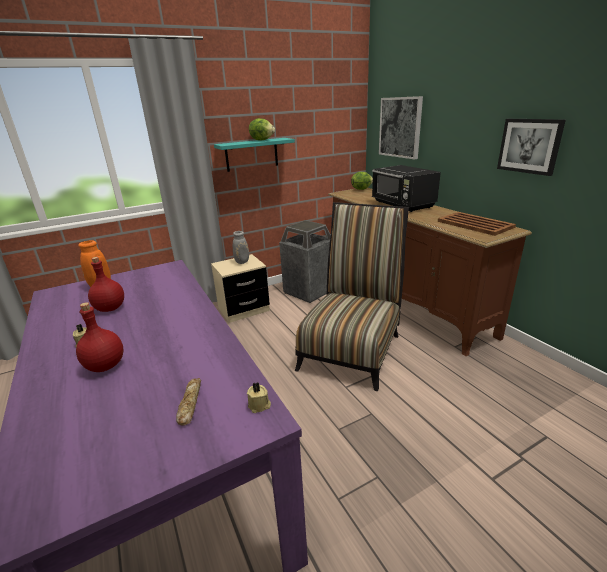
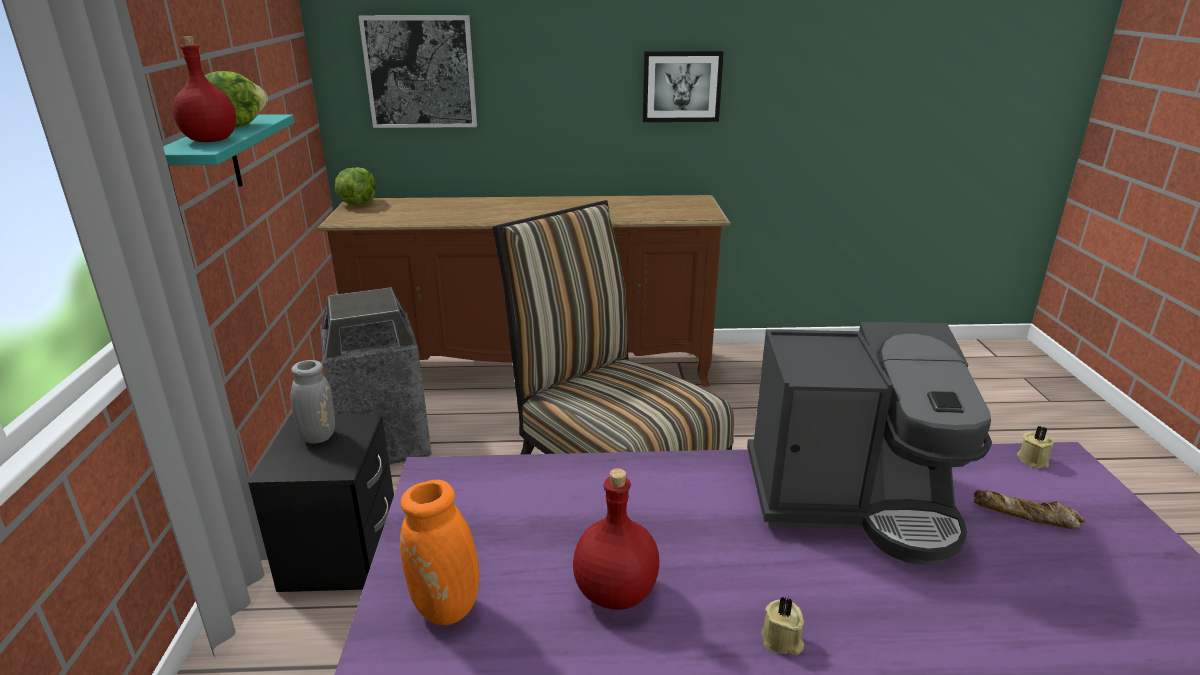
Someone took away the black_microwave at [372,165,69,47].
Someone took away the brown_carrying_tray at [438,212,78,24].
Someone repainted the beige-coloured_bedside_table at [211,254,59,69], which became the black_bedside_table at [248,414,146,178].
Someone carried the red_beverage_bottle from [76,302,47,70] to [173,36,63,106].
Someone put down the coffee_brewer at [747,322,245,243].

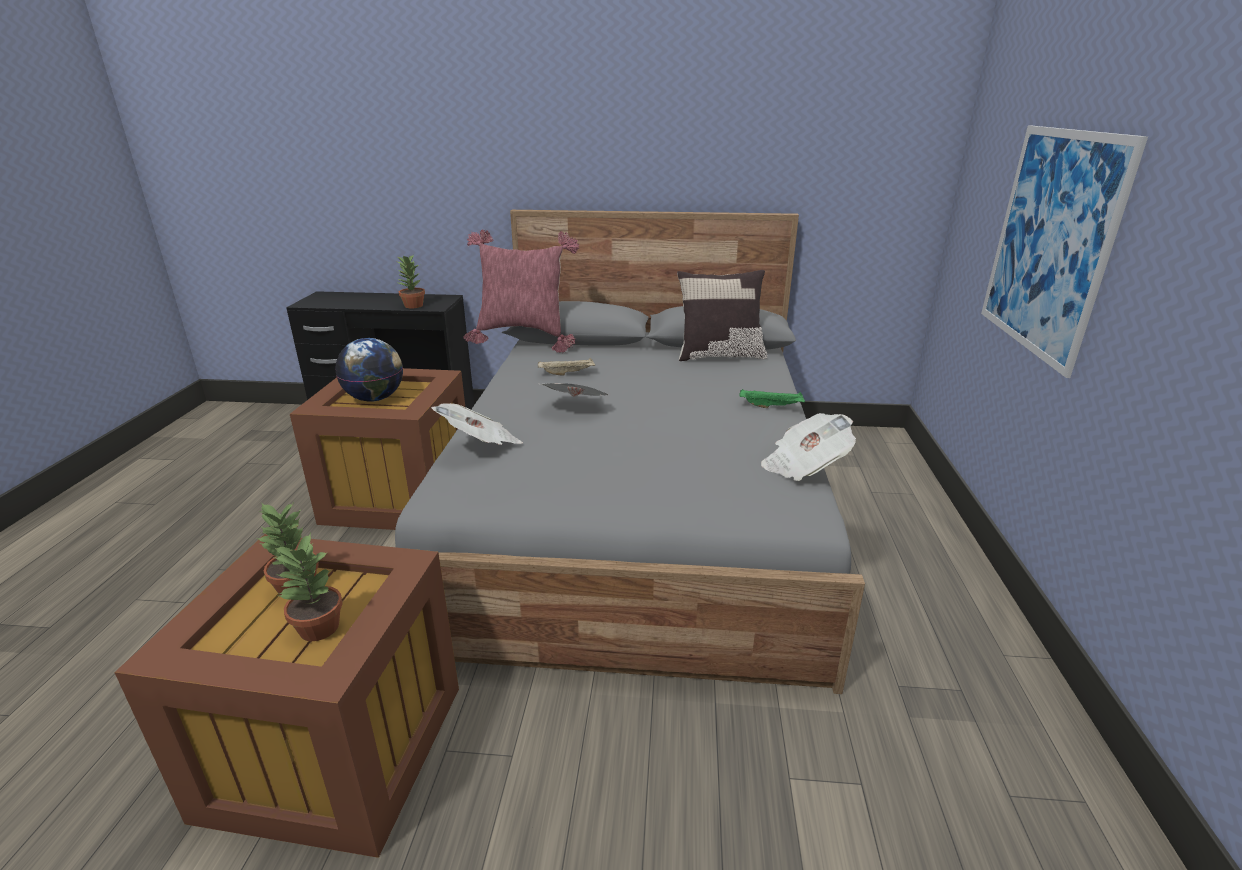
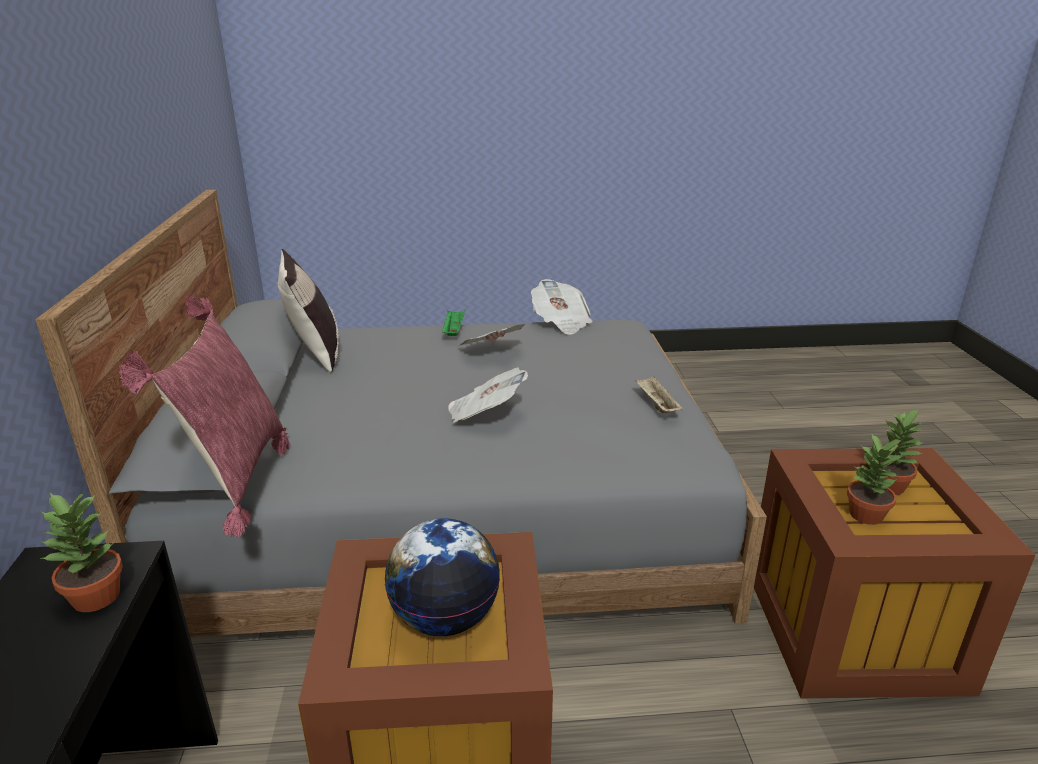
Someone took away the picture at [981,126,167,252].
Someone carried the beige-coloured_carrying_tray from [538,358,58,17] to [635,377,49,36].
Someone carried the printed_paper from [431,403,92,42] to [459,324,67,22].

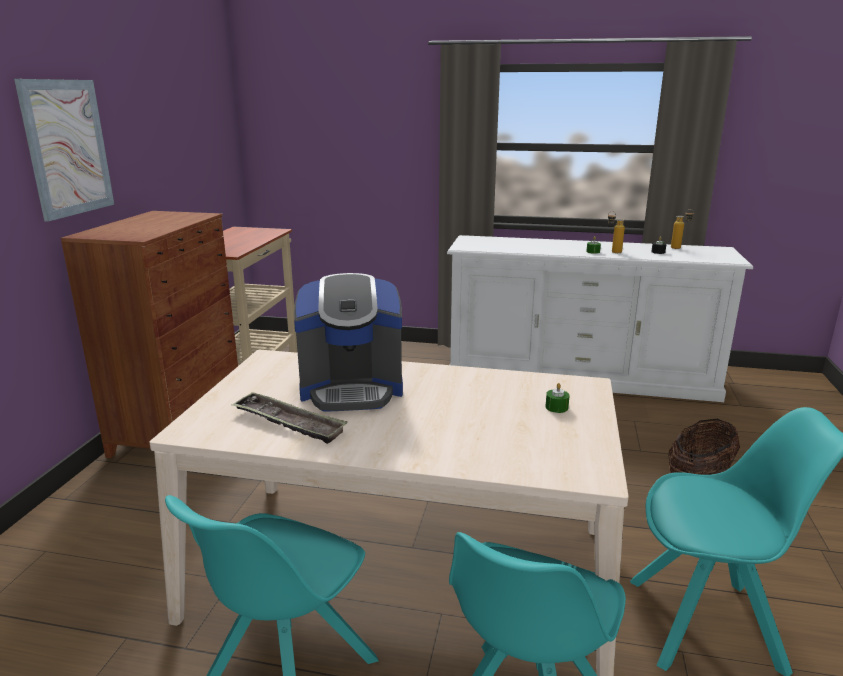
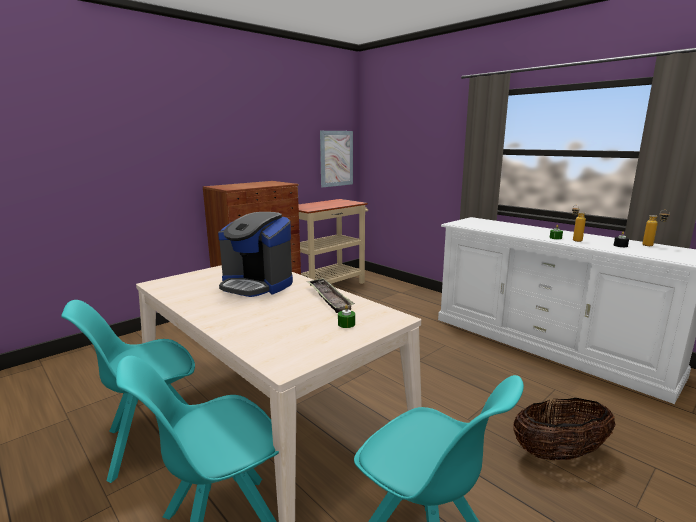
Someone carried the picture from [14,79,100,143] to [320,131,33,57].
Someone carried the carrying_tray from [231,392,117,52] to [307,278,48,35].

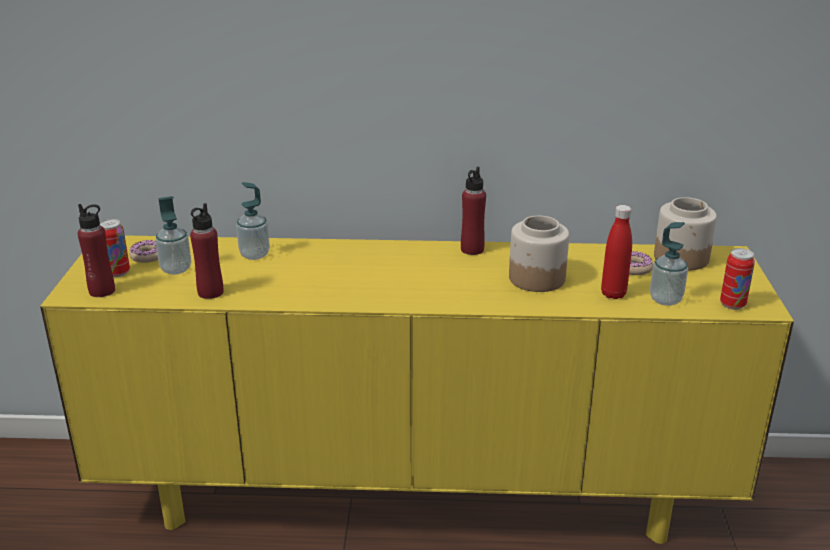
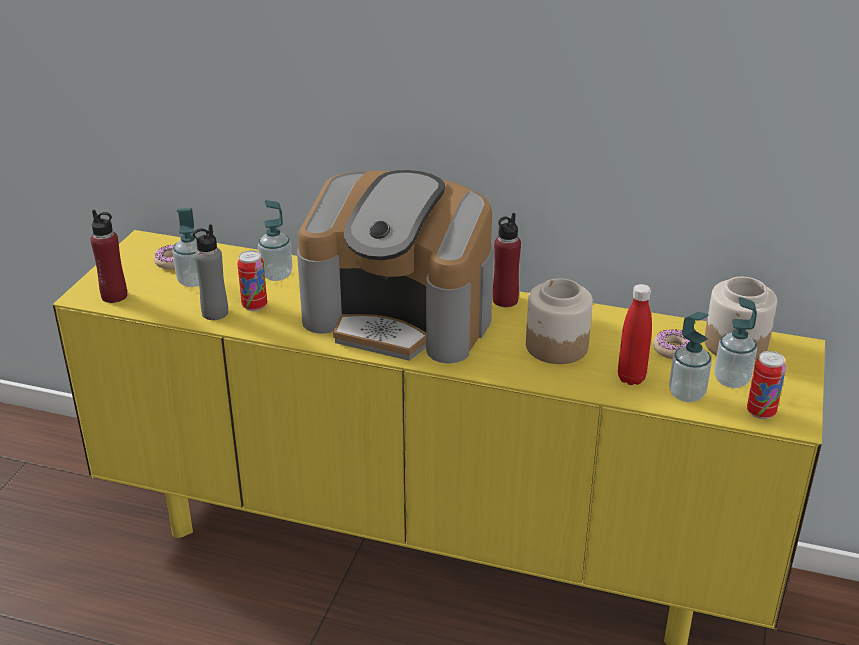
Someone repainted the red_beverage_bottle at [190,203,33,96], which became the greyish_beverage_bottle at [193,224,35,96].
Someone carried the can from [100,219,30,58] to [237,250,30,61].
Someone put down the coffee_brewer at [297,170,197,194].
Someone put down the soap_dispenser at [714,297,43,91].

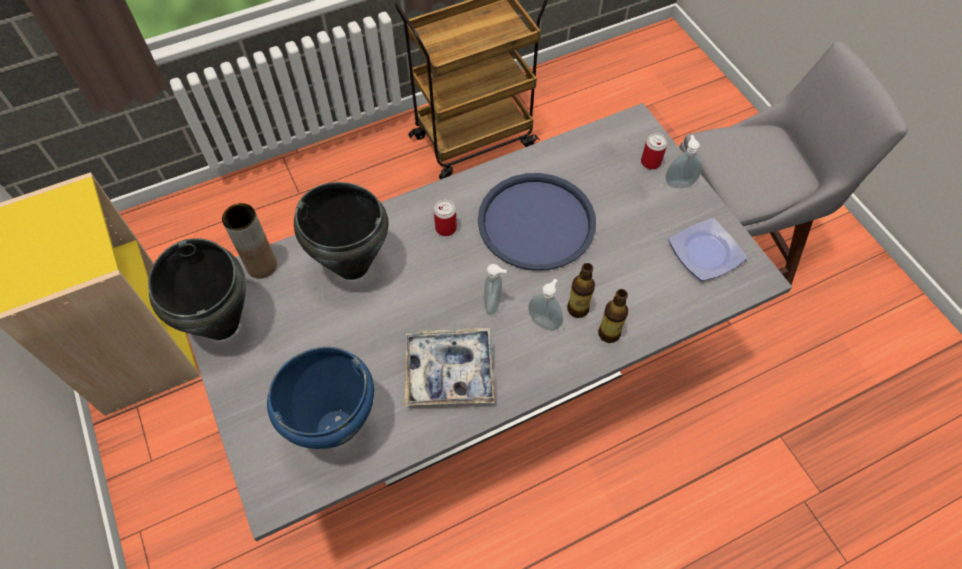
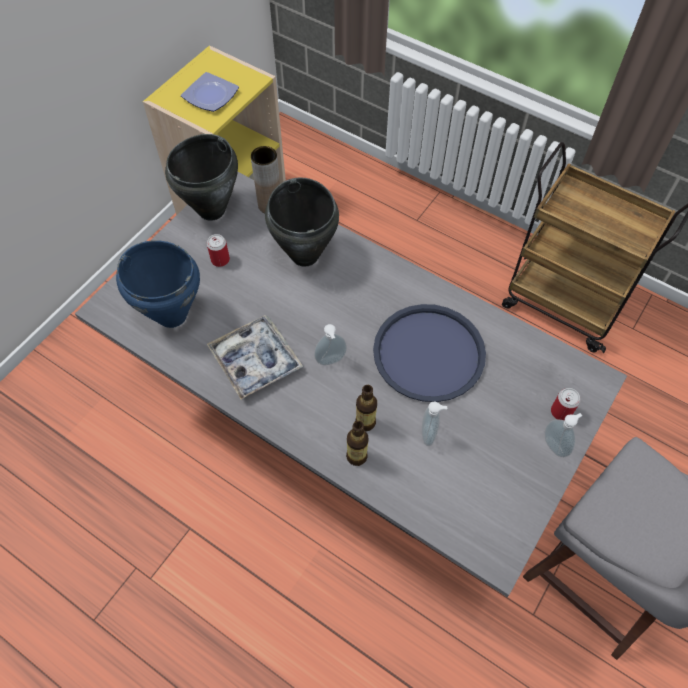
Someone carried the can from [434,200,23,36] to [207,234,23,33].
Someone carried the dinner_plate from [669,218,78,63] to [181,72,58,40].
Someone carried the soap_dispenser from [528,279,35,52] to [422,401,25,45].

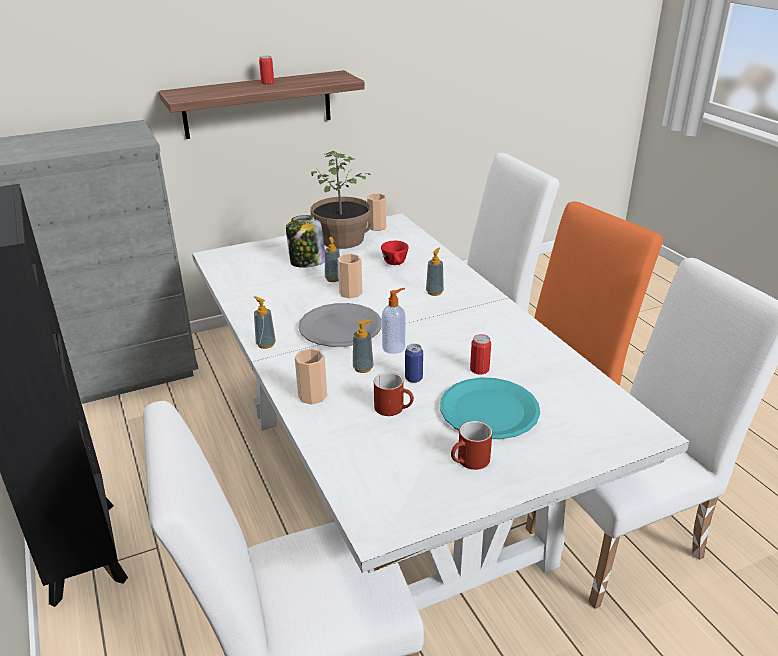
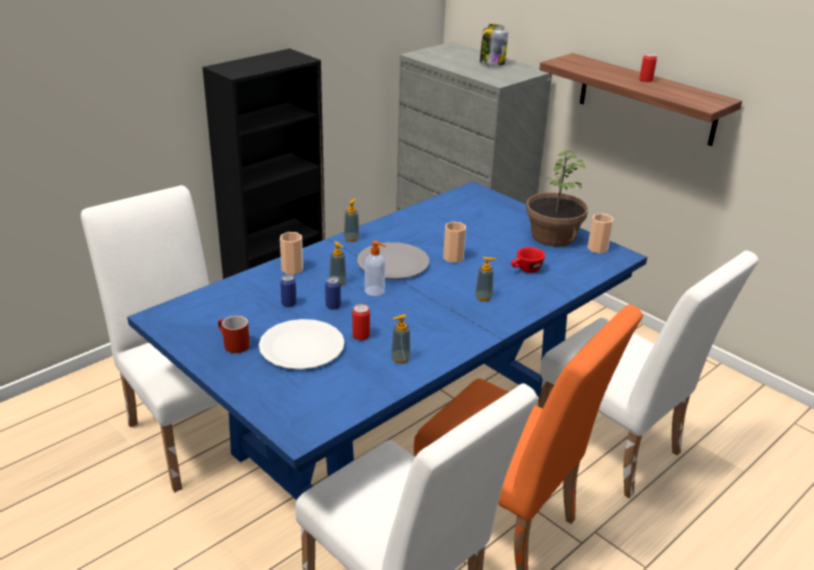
Someone repainted the whitish_kitchen_table at [192,213,497,398], which became the bluish_kitchen_table at [127,181,520,319].
Someone carried the jar from [286,215,39,53] to [480,24,28,42].
Someone carried the soap_dispenser from [325,237,15,45] to [391,314,20,50].
Someone swapped the red_coffee_mug at [374,372,40,44] for the can at [280,274,17,33].
Someone repainted the turquoise_dinner_plate at [440,377,100,62], which became the whitish_dinner_plate at [259,319,86,50].

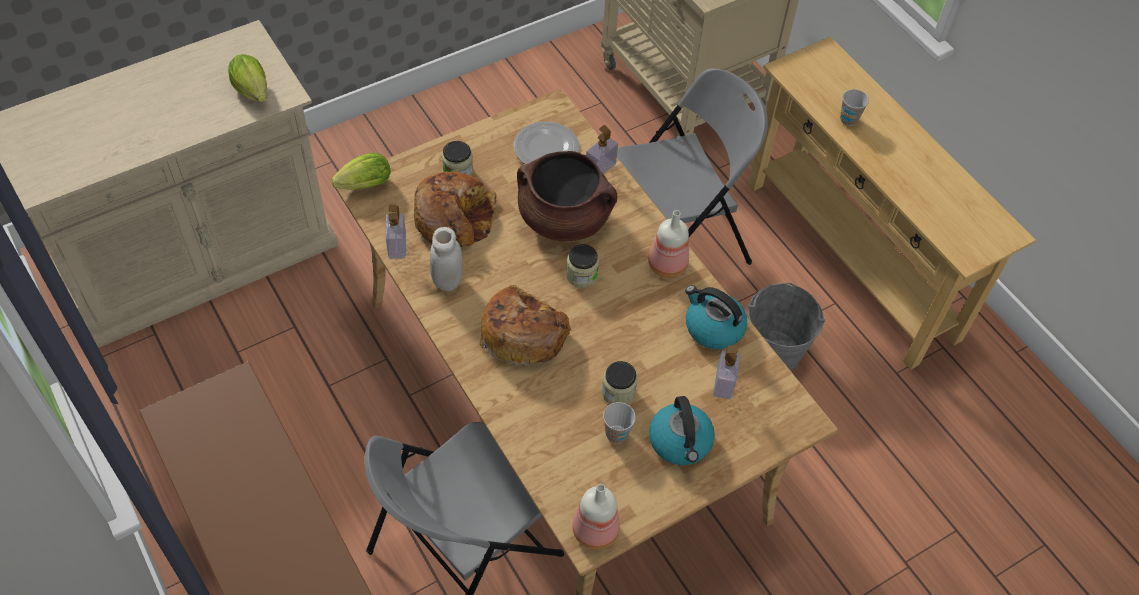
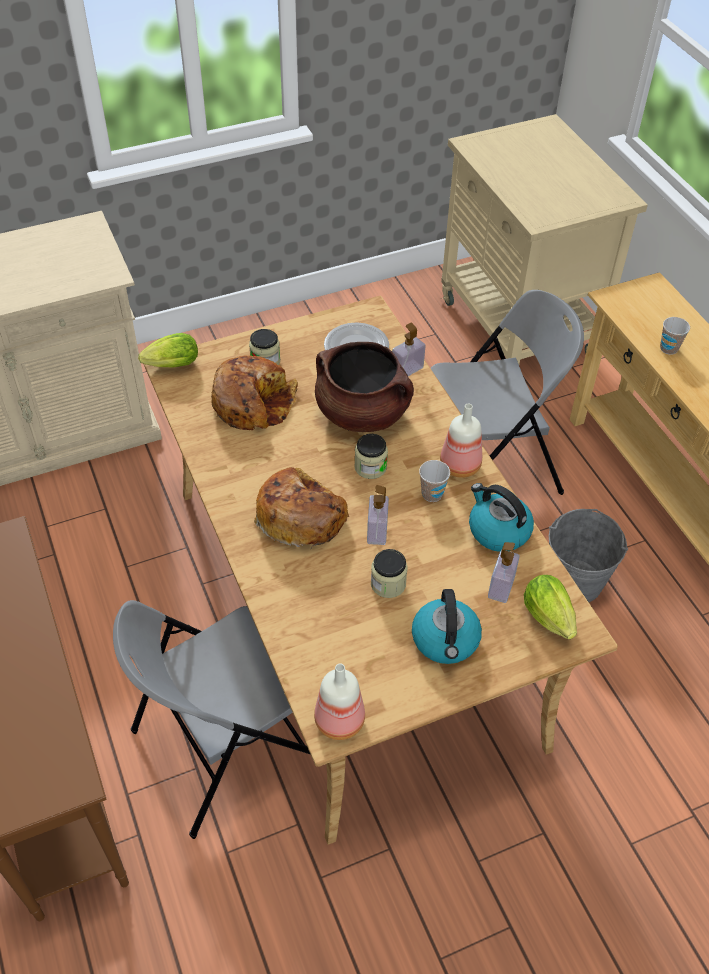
Someone carried the lettuce_head from [228,54,39,48] to [524,575,53,64].
Someone carried the soap_dispenser from [386,204,20,55] to [367,485,22,60].
Someone took away the whitish_jar at [430,227,33,64].
Someone carried the cup from [603,402,33,42] to [419,460,31,42].

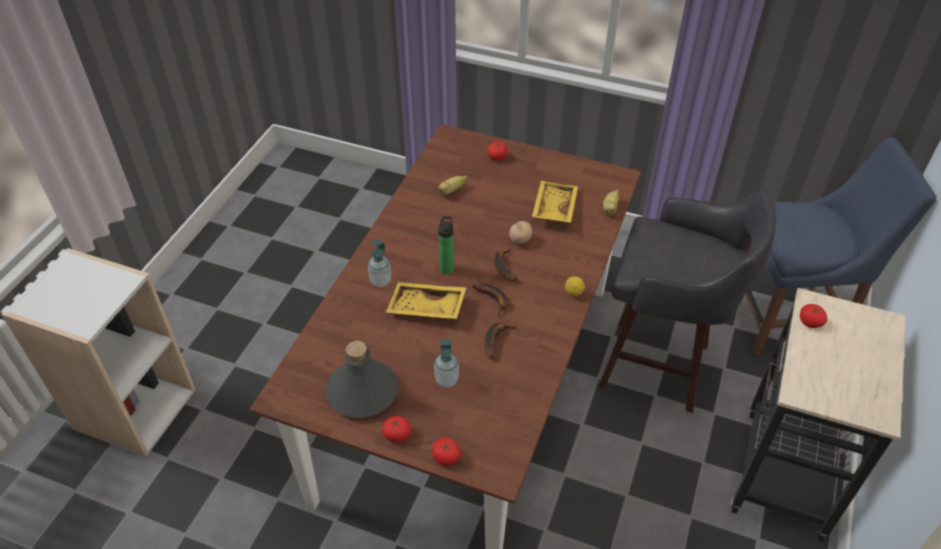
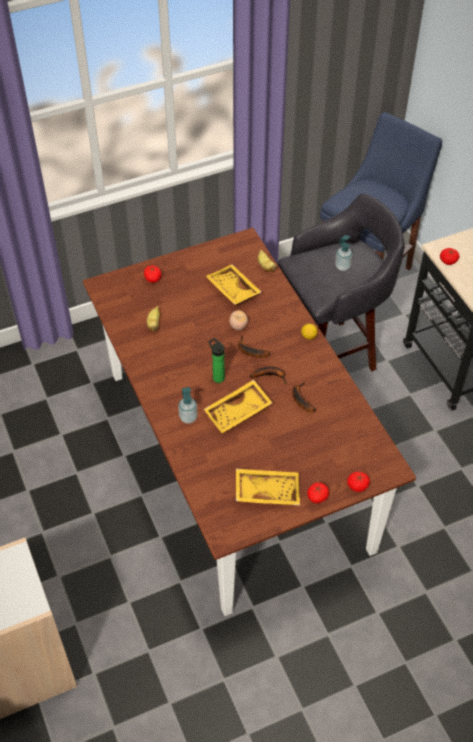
Someone carried the soap_dispenser from [434,339,25,48] to [335,235,18,36].
Someone swapped the greyish_beverage_bottle at [326,341,72,77] for the yellow_carrying_tray at [236,468,64,37].

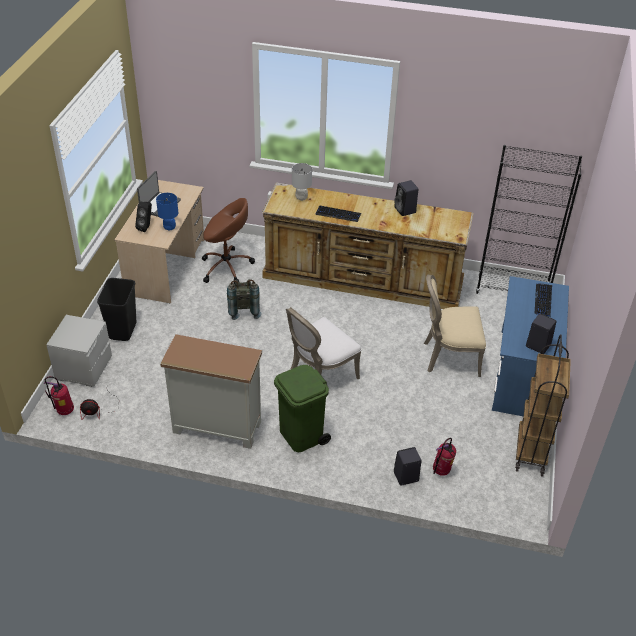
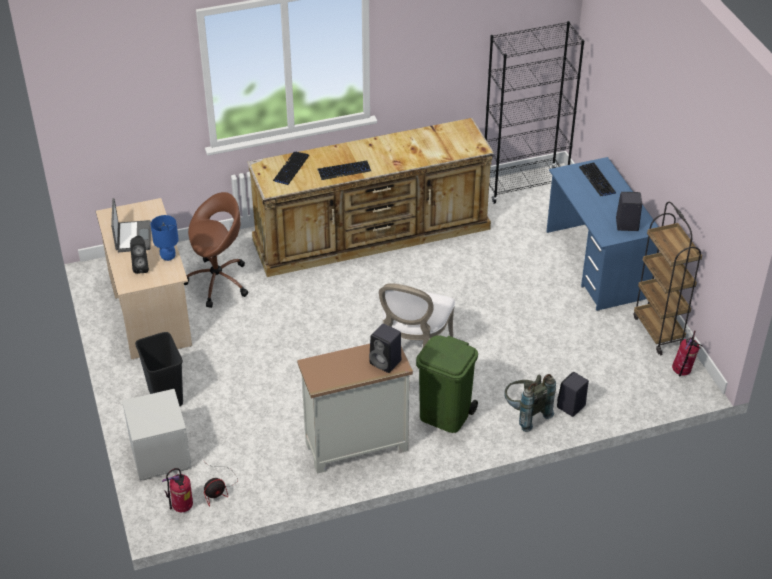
Someone swapped the greyish_tabletop_lamp at [292,163,20,38] for the computer_keyboard at [273,152,36,33].
Someone carried the black_speaker from [394,180,25,36] to [369,323,32,50].
Someone took away the beige-coloured_plain_chair at [424,275,62,102].
Someone carried the greyish_backpack from [227,279,35,41] to [504,374,52,58].
Someone carried the fire_extinguisher from [433,438,23,38] to [672,331,31,46].

